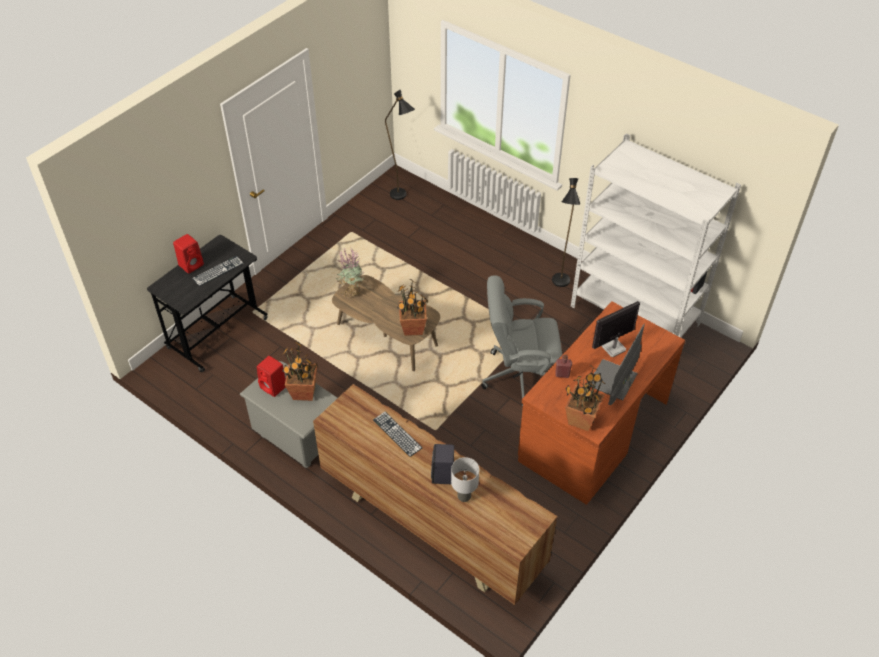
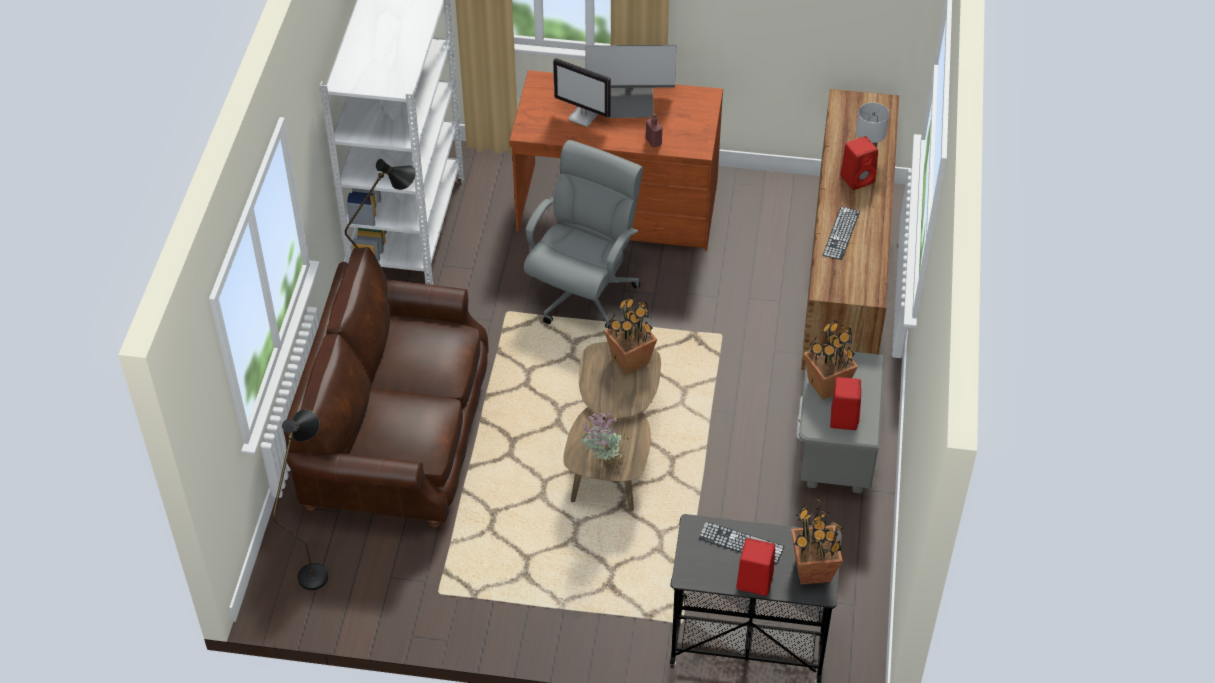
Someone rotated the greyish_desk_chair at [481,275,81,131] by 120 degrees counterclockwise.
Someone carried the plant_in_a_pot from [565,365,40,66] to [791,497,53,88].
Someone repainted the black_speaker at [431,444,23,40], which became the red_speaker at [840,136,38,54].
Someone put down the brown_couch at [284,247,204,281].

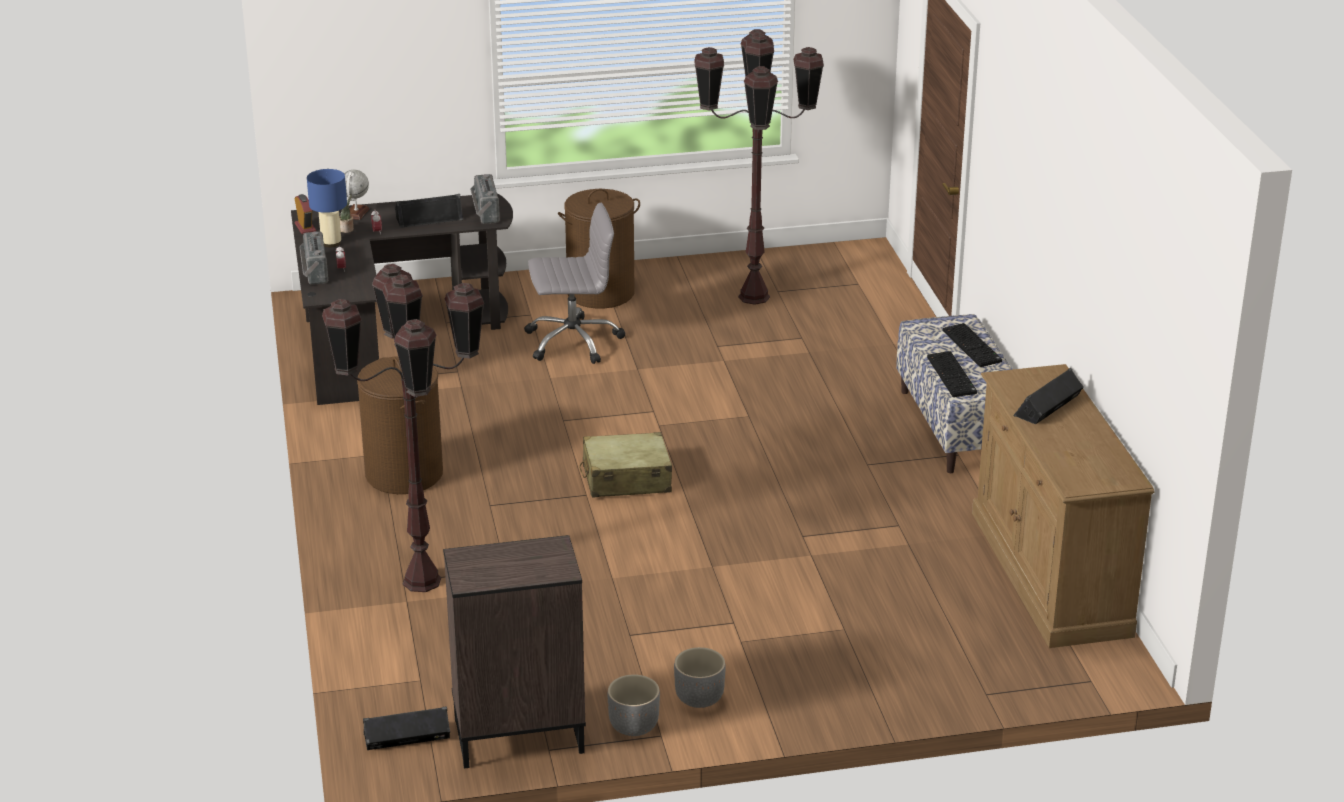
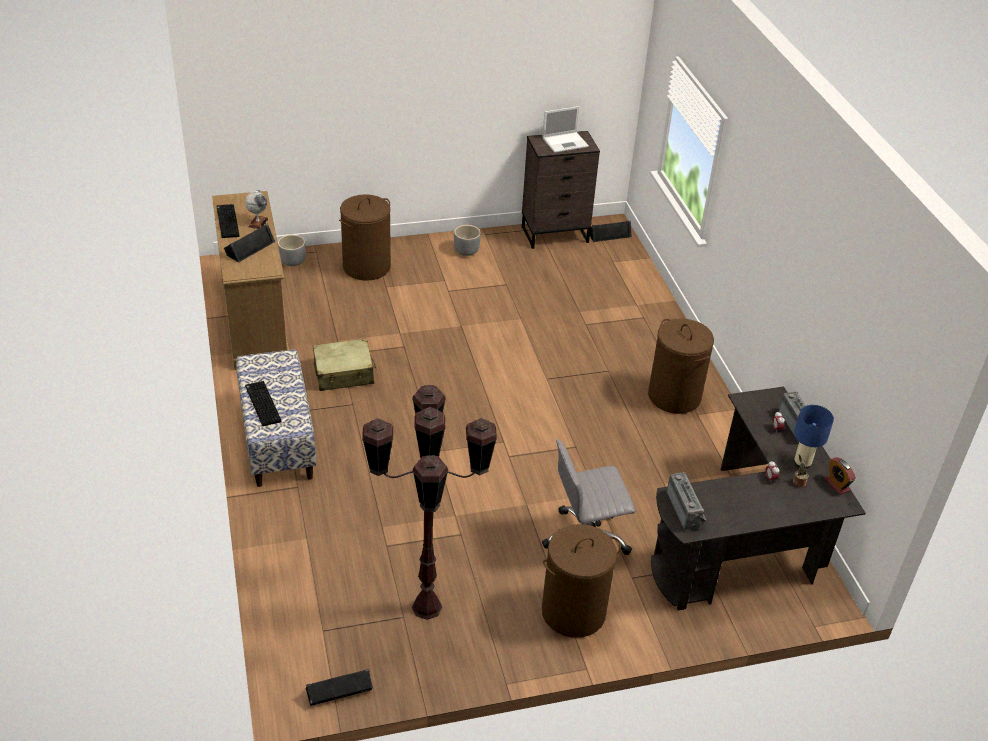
Someone carried the world_globe from [344,170,26,50] to [245,189,23,40].
Someone carried the black_speaker from [395,194,68,34] to [305,669,68,37].
Someone took away the brown_standard_lamp at [322,264,162,328].
Someone carried the computer_keyboard from [927,351,50,46] to [216,204,24,34].
Someone carried the beige-coloured_suitcase from [579,432,93,66] to [313,338,63,53].
Someone carried the greyish_planter from [607,675,53,61] to [278,235,28,31].
Someone put down the portable_computer at [542,106,47,47].
Someone put down the brown_hamper at [339,194,52,87].

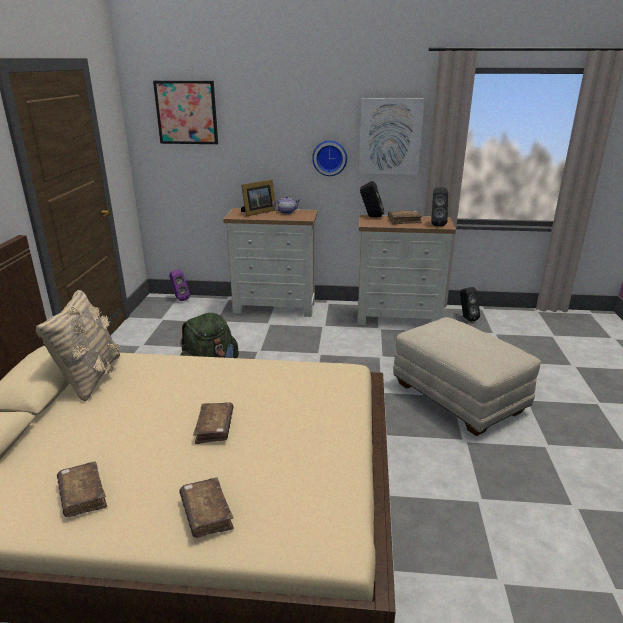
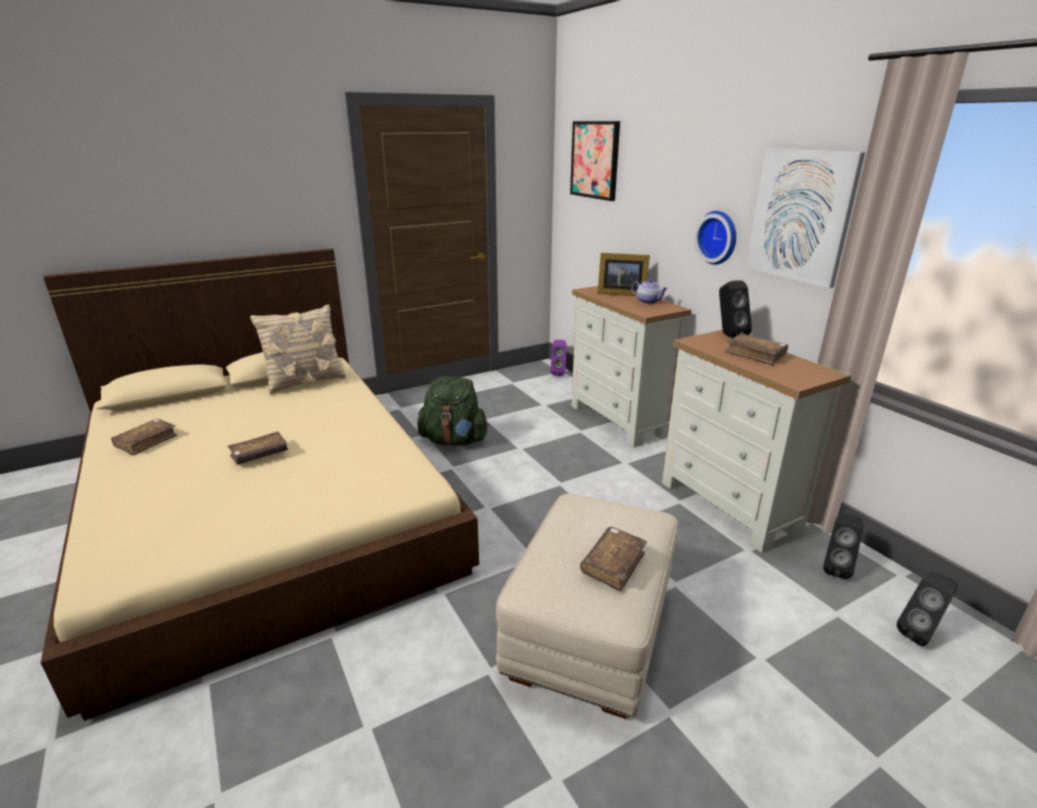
Someone carried the black_speaker from [431,187,17,39] to [897,572,60,74].
Someone carried the brown_book from [179,477,55,61] to [580,527,67,65].

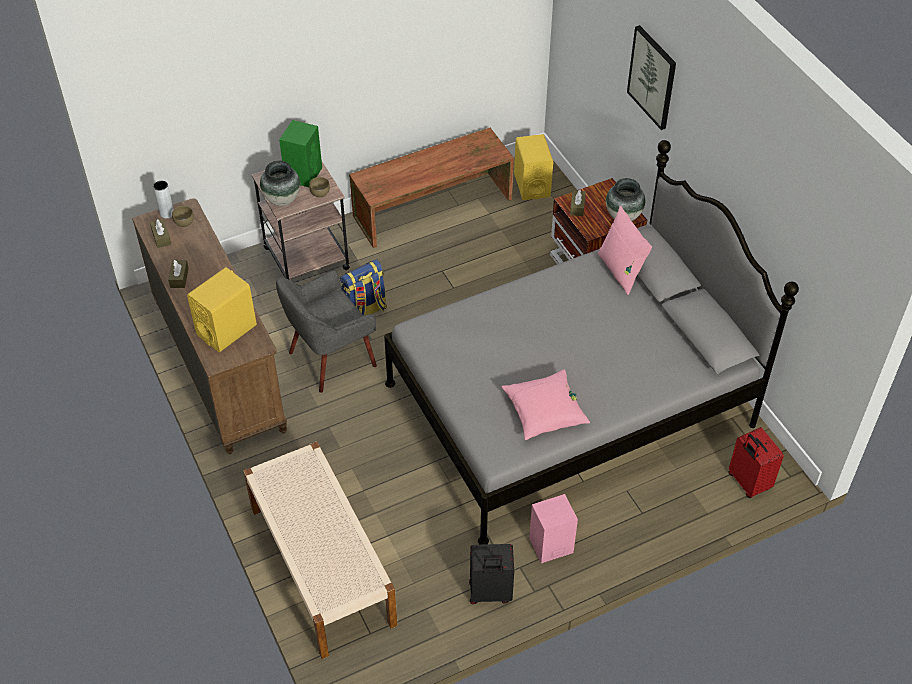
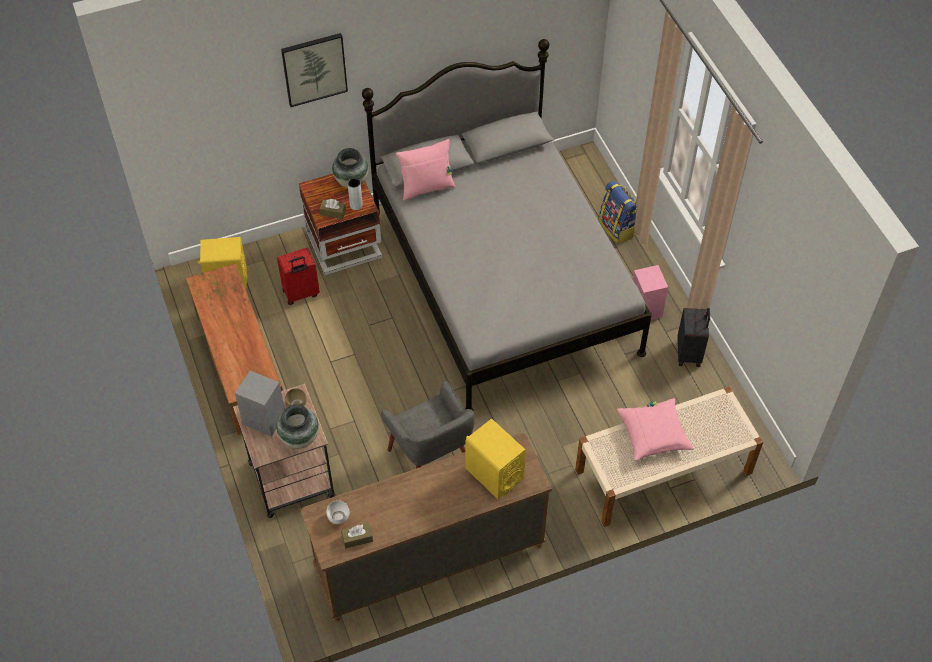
Someone repainted the green-coloured_speaker at [279,120,43,67], which became the greyish_speaker at [235,371,50,65].
Someone carried the greyish_flower_vase from [153,181,21,37] to [348,178,15,32].
Someone repainted the brown_deep_dish at [172,206,22,21], which became the whitish_deep_dish at [327,500,23,24].
Someone carried the backpack from [340,259,47,57] to [599,181,38,63].
Someone took away the brown_tissue_holder at [168,260,21,28].
Someone carried the pink-coloured_pillow from [502,369,88,71] to [617,398,77,63].
Someone carried the red_suitcase from [728,427,56,71] to [277,248,43,57].

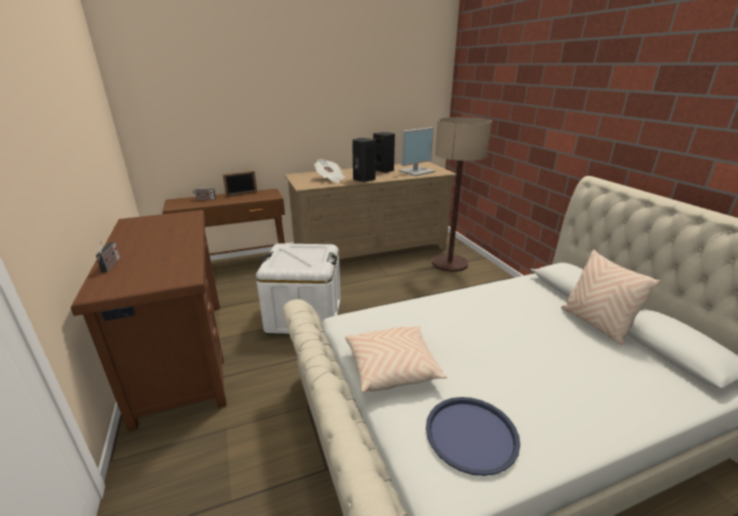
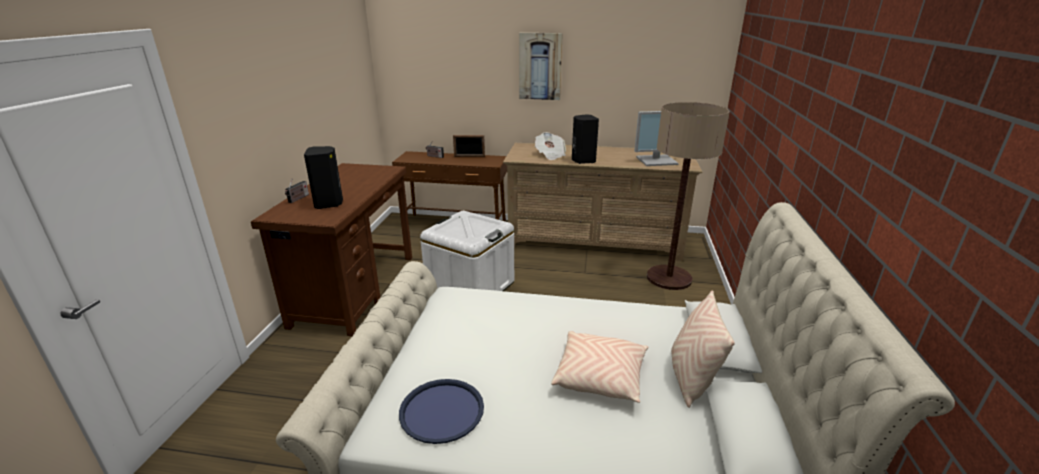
Someone carried the black_speaker from [373,132,22,41] to [304,146,39,63].
Someone carried the beige-coloured_pillow from [345,326,102,67] to [551,331,98,72].
Someone put up the picture at [519,33,44,67].

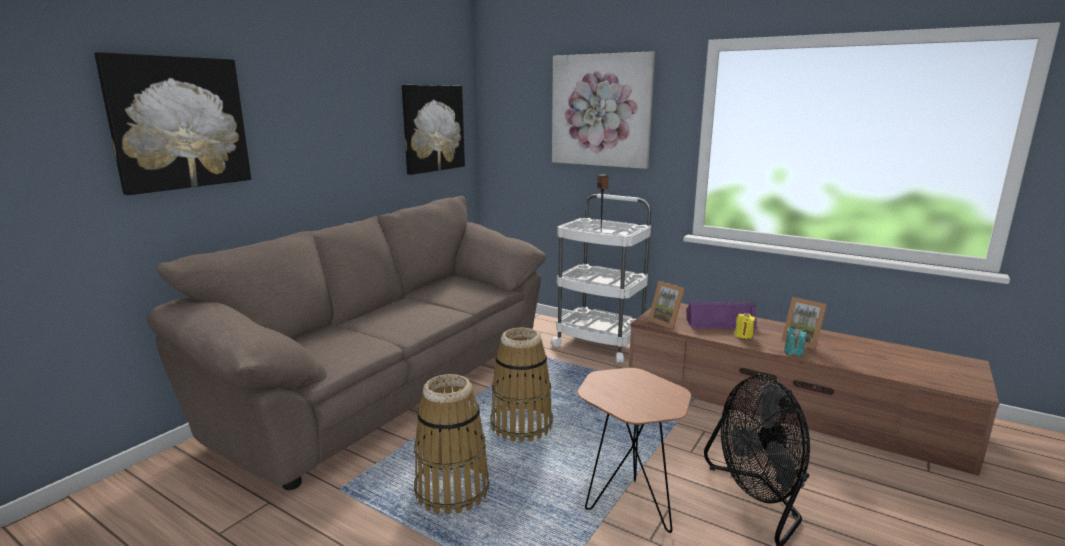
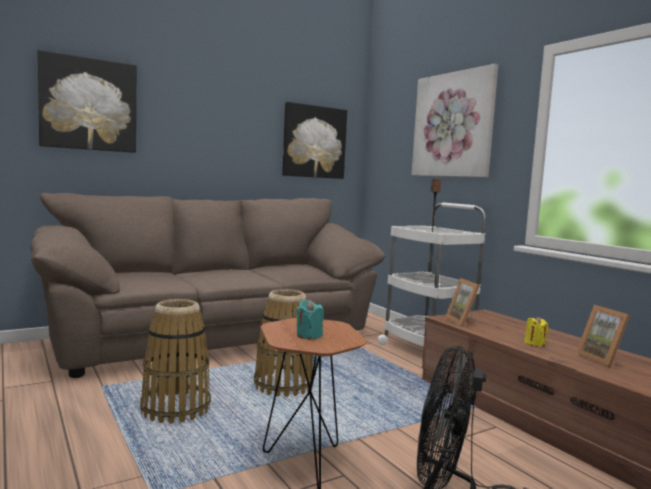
Someone took away the purplish_speaker at [686,302,71,27].
Someone carried the turquoise_wax_light from [784,327,22,30] to [296,300,27,40].

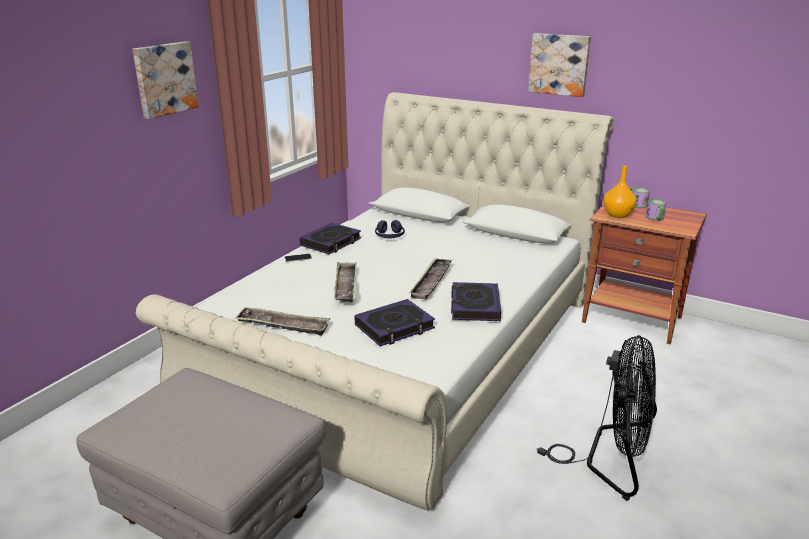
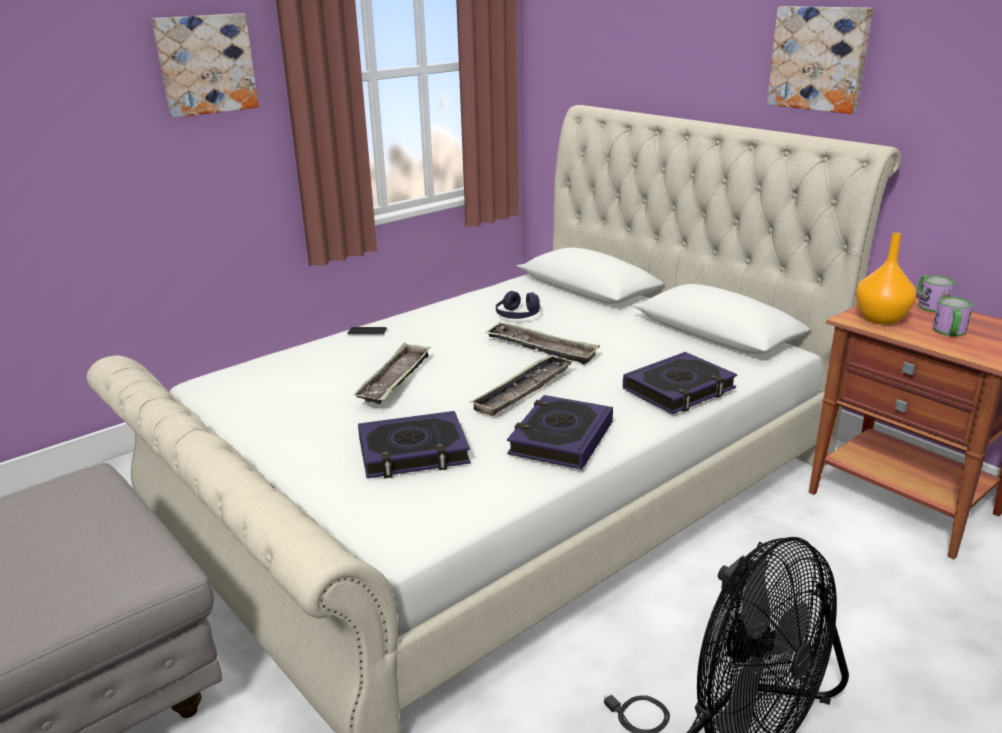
Someone carried the book from [299,223,62,31] to [623,352,114,62].
Someone carried the carrying_tray from [235,307,95,29] to [485,322,115,43].

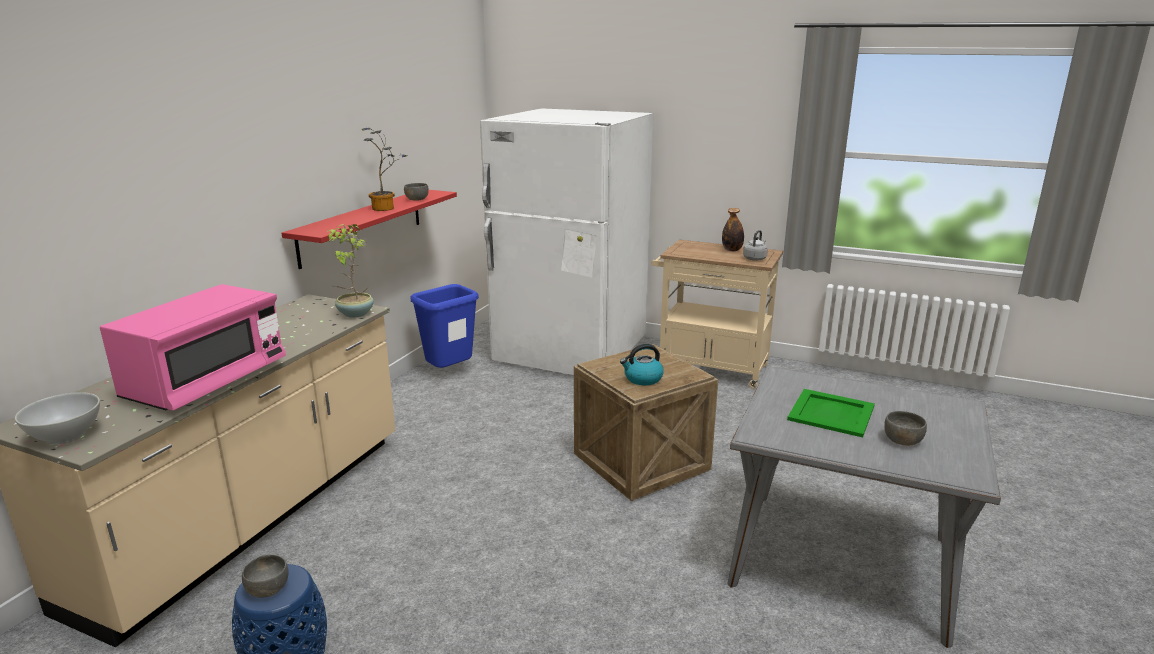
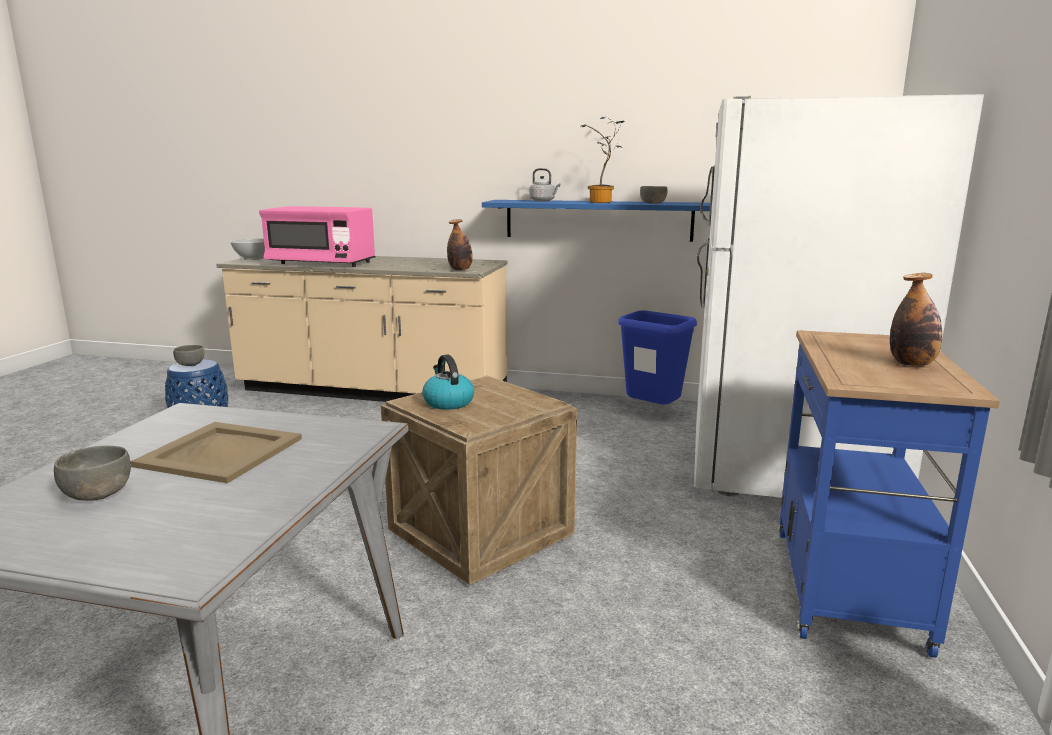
Someone repainted the red_shelf at [282,190,175,79], which became the bluish_shelf at [482,200,228,42].
Someone swapped the plant_in_a_pot at [326,224,48,93] for the beverage_bottle at [447,219,26,51].
Someone carried the greyish_tea_kettle from [743,230,25,31] to [529,168,31,33].
Someone repainted the beige-coloured_cart at [651,240,132,149], which became the bluish_cart at [779,330,221,328].
Someone repainted the green-coloured_carrying_tray at [787,389,88,48], which became the beige-coloured_carrying_tray at [130,422,172,61].

